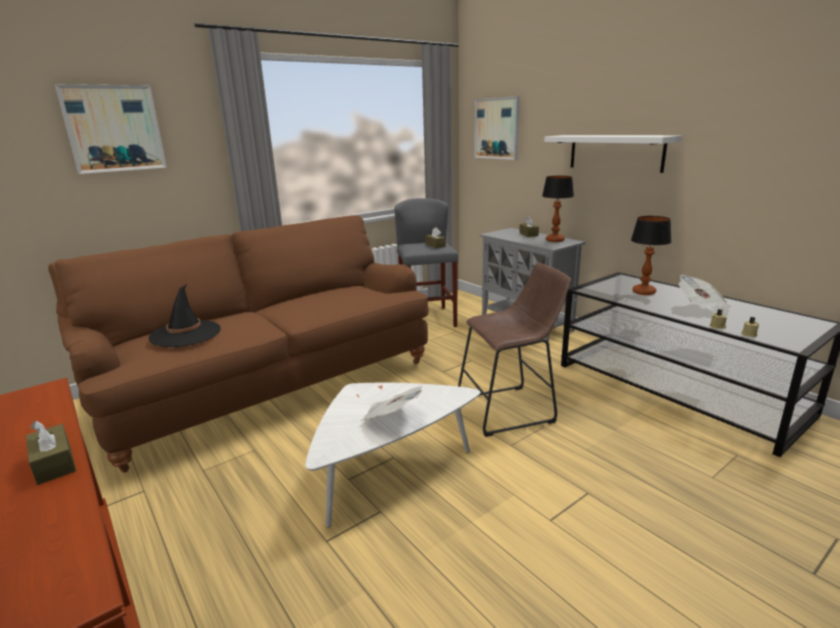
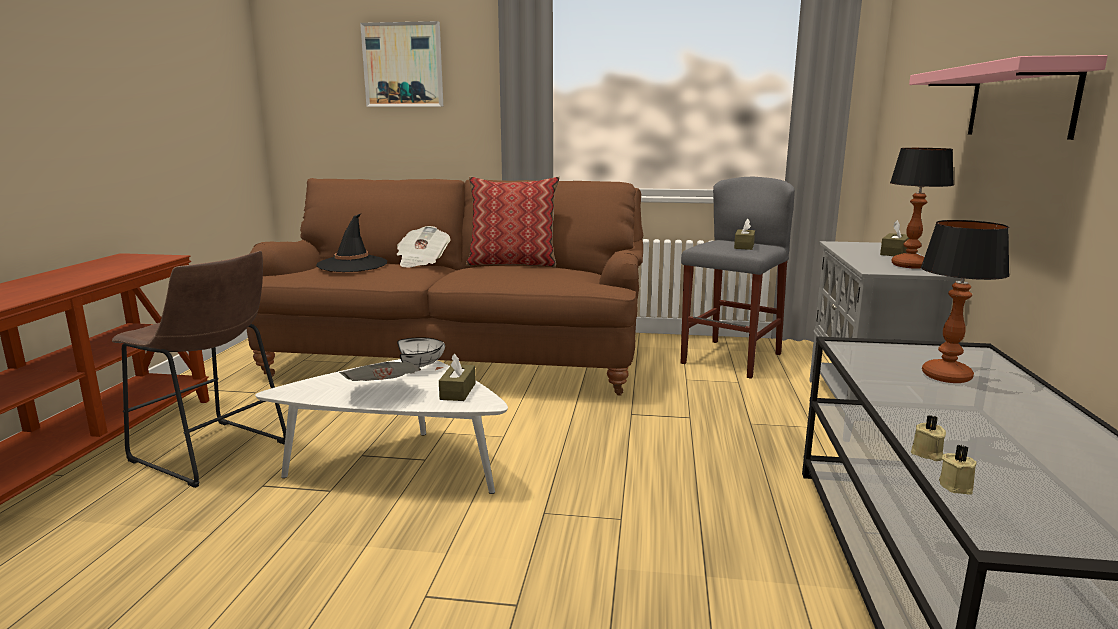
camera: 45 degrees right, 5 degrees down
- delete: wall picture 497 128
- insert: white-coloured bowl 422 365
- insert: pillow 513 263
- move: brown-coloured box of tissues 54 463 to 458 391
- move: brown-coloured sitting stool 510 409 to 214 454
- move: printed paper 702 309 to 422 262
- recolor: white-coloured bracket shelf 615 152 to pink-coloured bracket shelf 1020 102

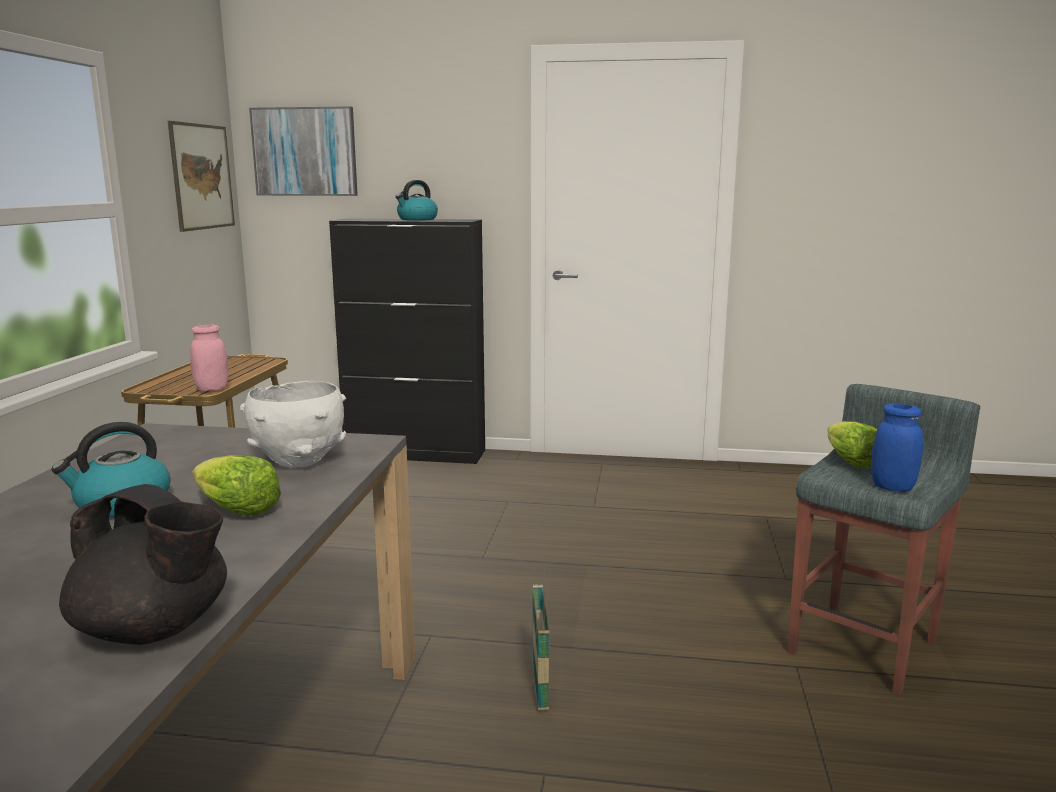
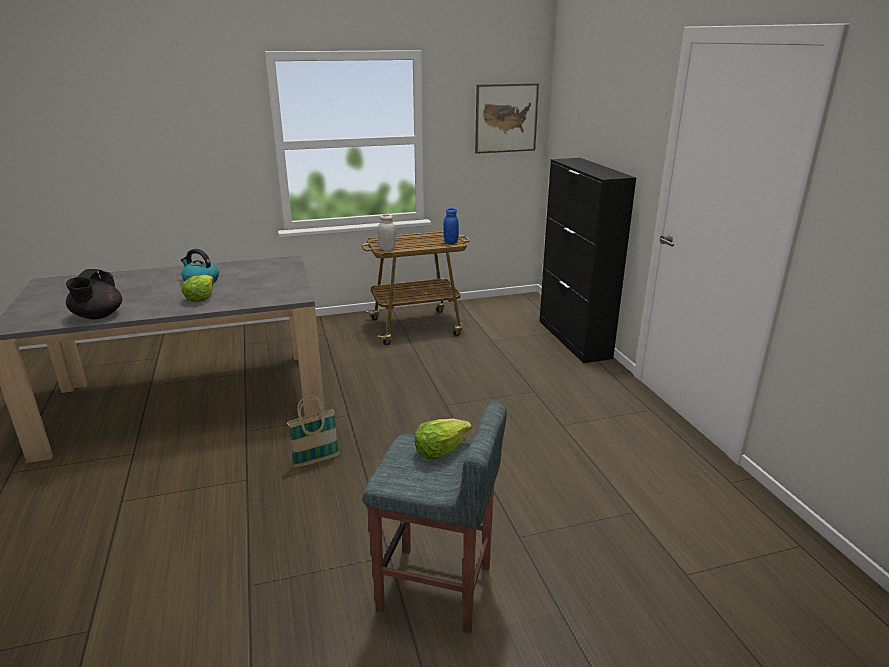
camera: 65 degrees right, 10 degrees up
- delete: white-coloured bowl 299 461
- delete: wall picture 305 152
- delete: water kettle 417 219
- move: blue-coloured storage jar 892 487 to 451 242
- recolor: pink-coloured storage jar 212 389 to white-coloured storage jar 387 249

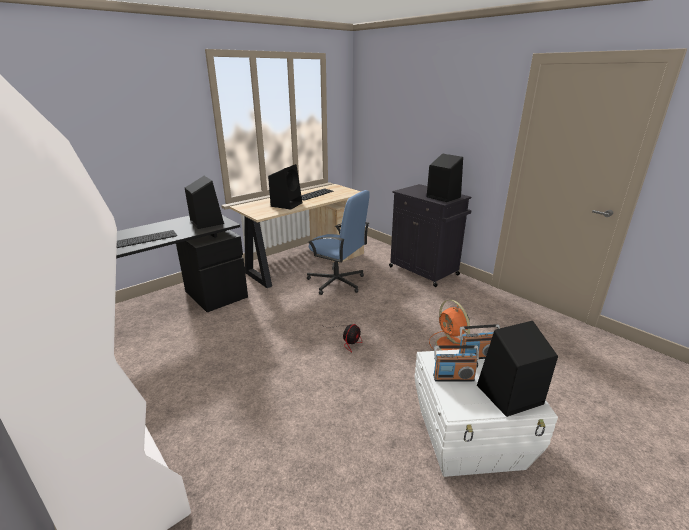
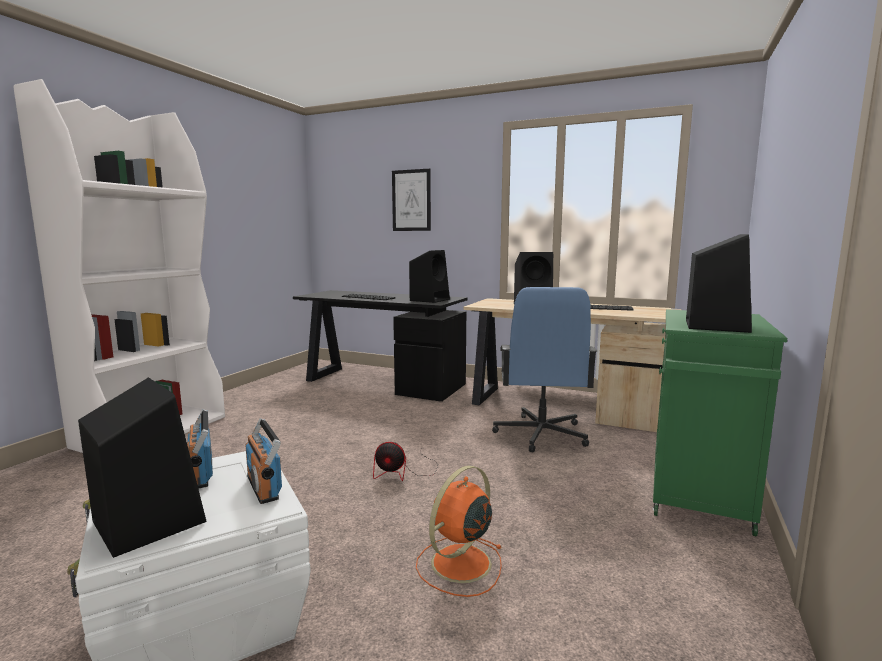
camera: 65 degrees right, 15 degrees down
- insert: wall picture 411 200
- recolor: black-coloured storage cabinet 424 271 to green-coloured storage cabinet 699 494

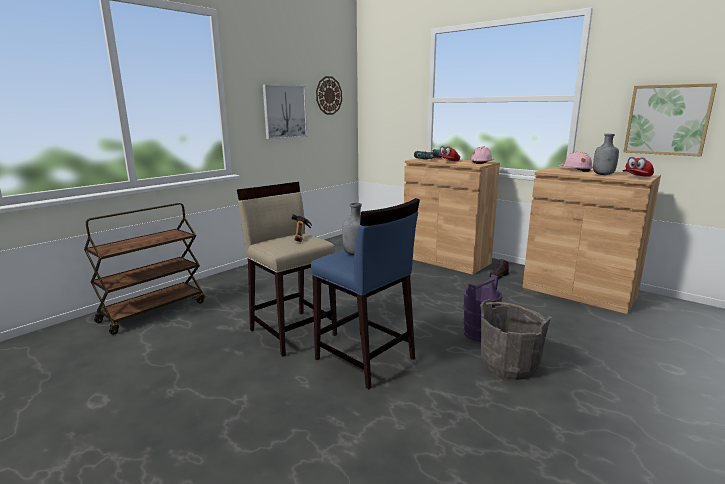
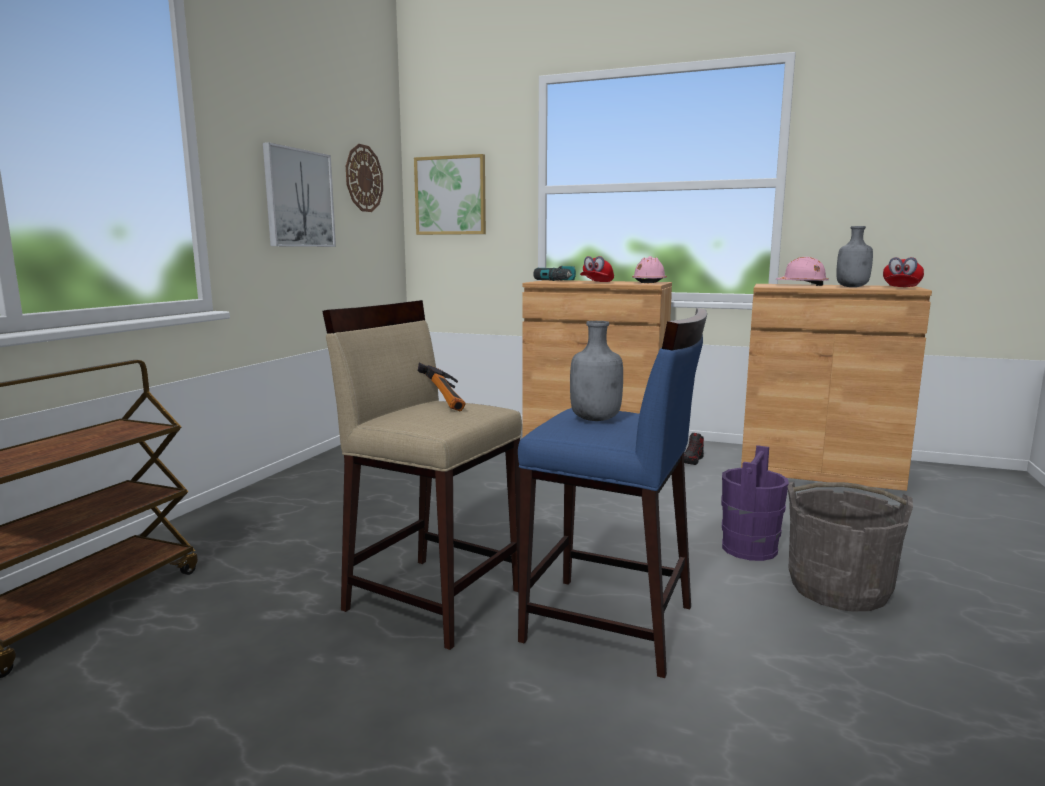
camera: 20 degrees left, 5 degrees down
- move: wall picture 667 120 to 450 195

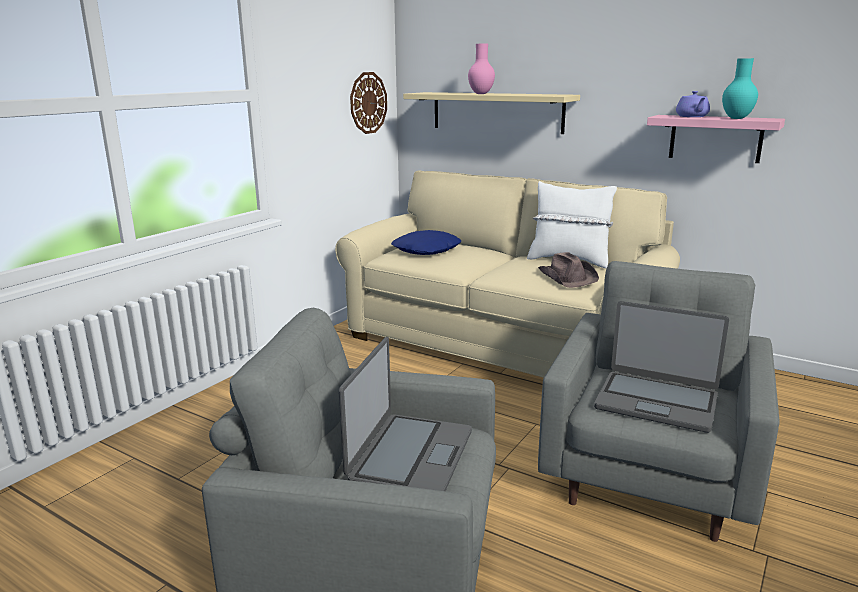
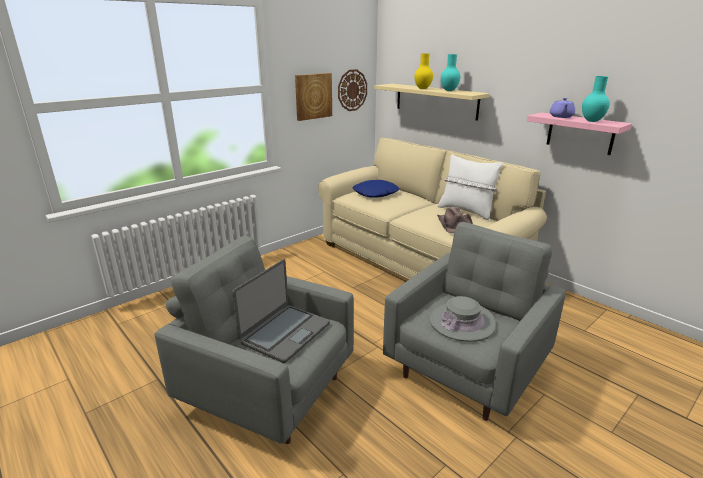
camera: 15 degrees right, 5 degrees up
- insert: wall picture 313 96
- insert: turquoise flower vase 449 90
- replace: notebook computer 656 401 to greyish clothing hat 462 322
- recolor: pink-coloured flower vase 481 94 to yellow flower vase 422 88

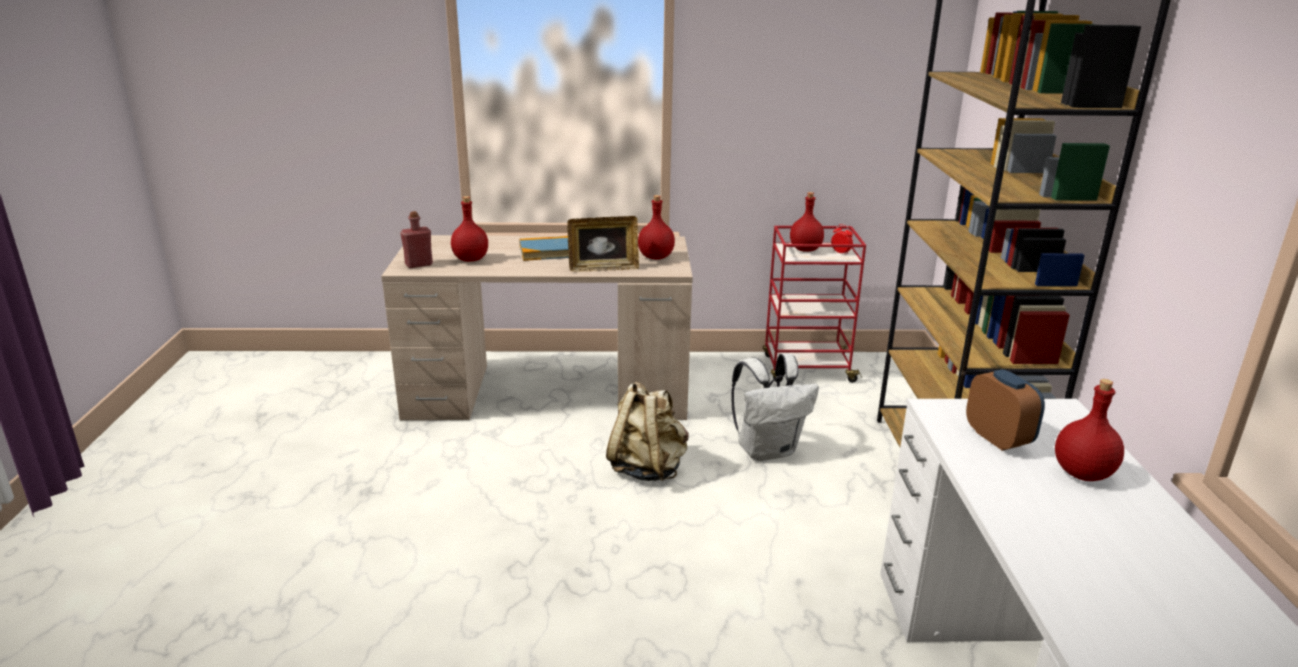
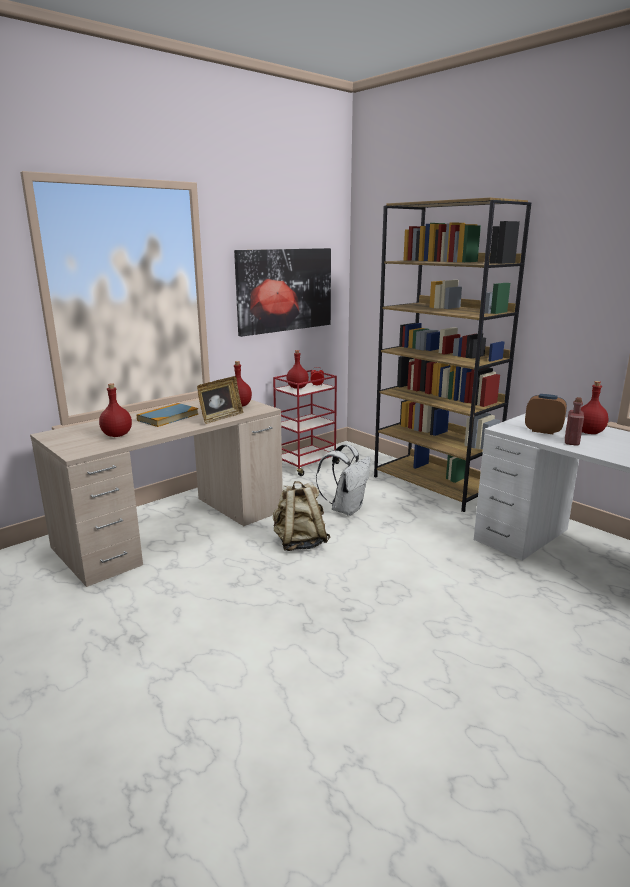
camera: 40 degrees left, 5 degrees down
- insert: wall picture 284 290
- move: reddish drink bottle 419 264 to 571 442

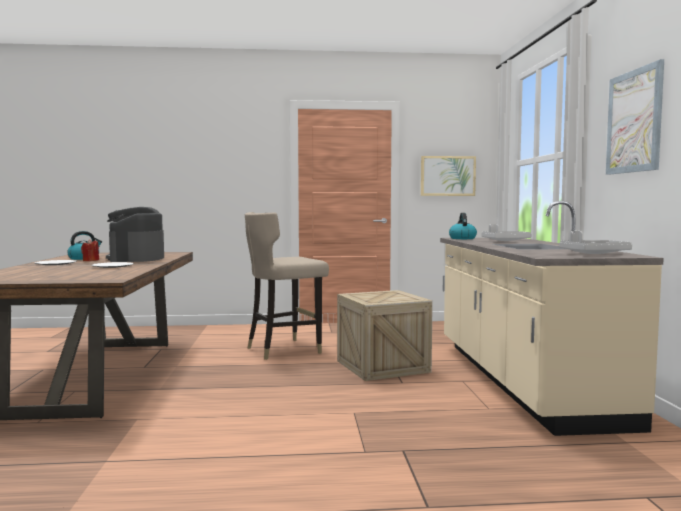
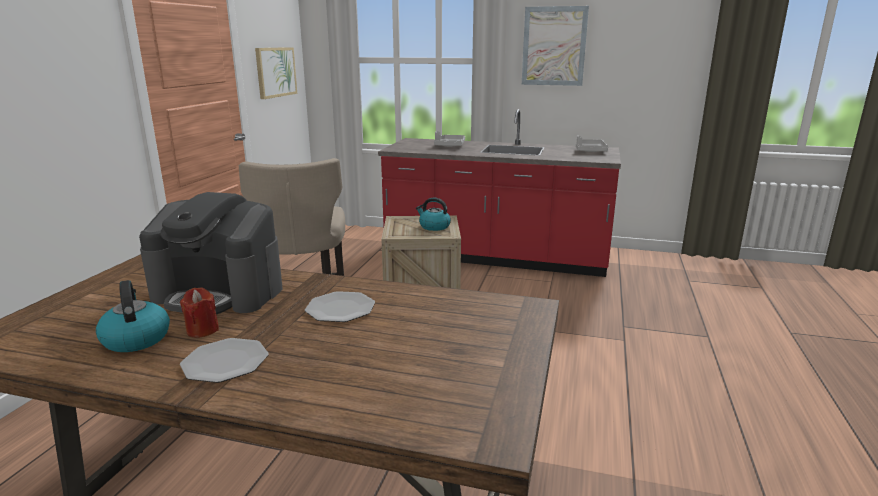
camera: 70 degrees left, 15 degrees up
- move: water kettle 462 238 to 434 226
- recolor: sand-coloured kitchen base unit 521 380 to reddish kitchen base unit 496 257

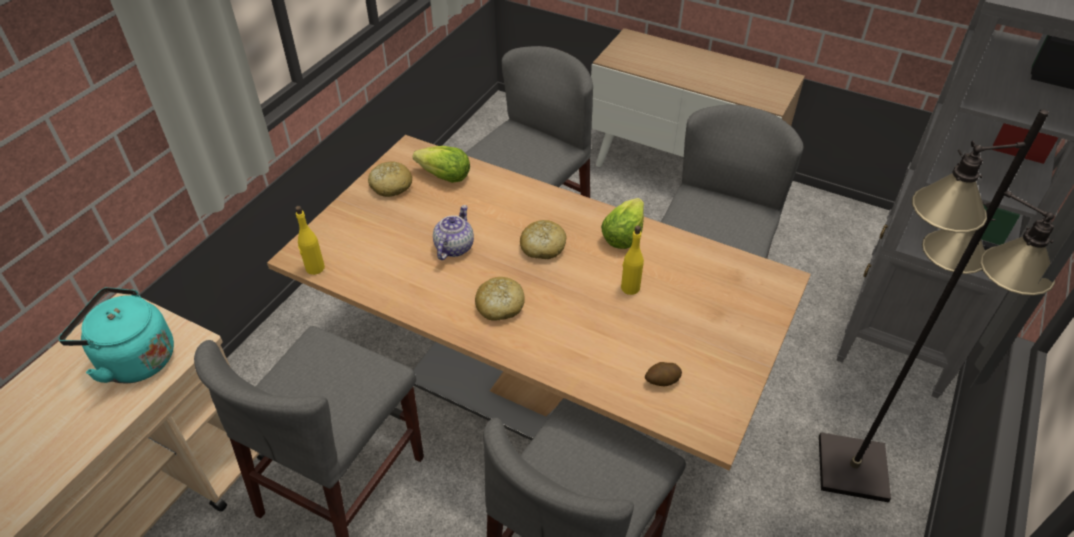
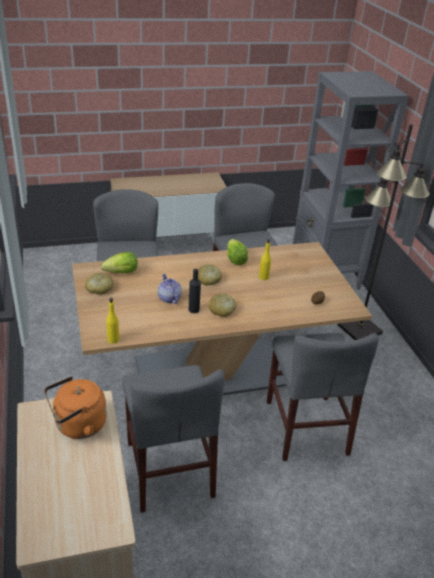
camera: 45 degrees left, 10 degrees down
- insert: black-coloured drink bottle 194 309
- recolor: turquoise water kettle 133 359 to orangey water kettle 78 425

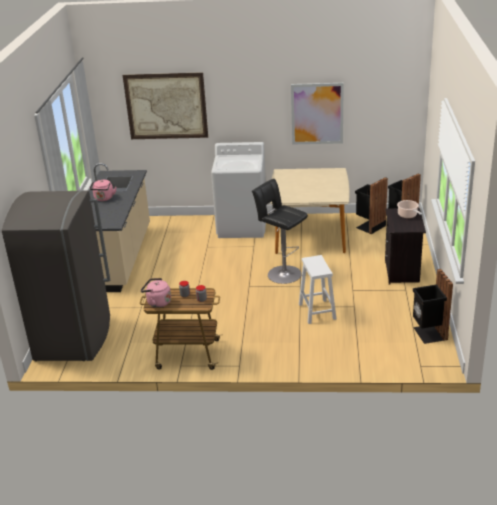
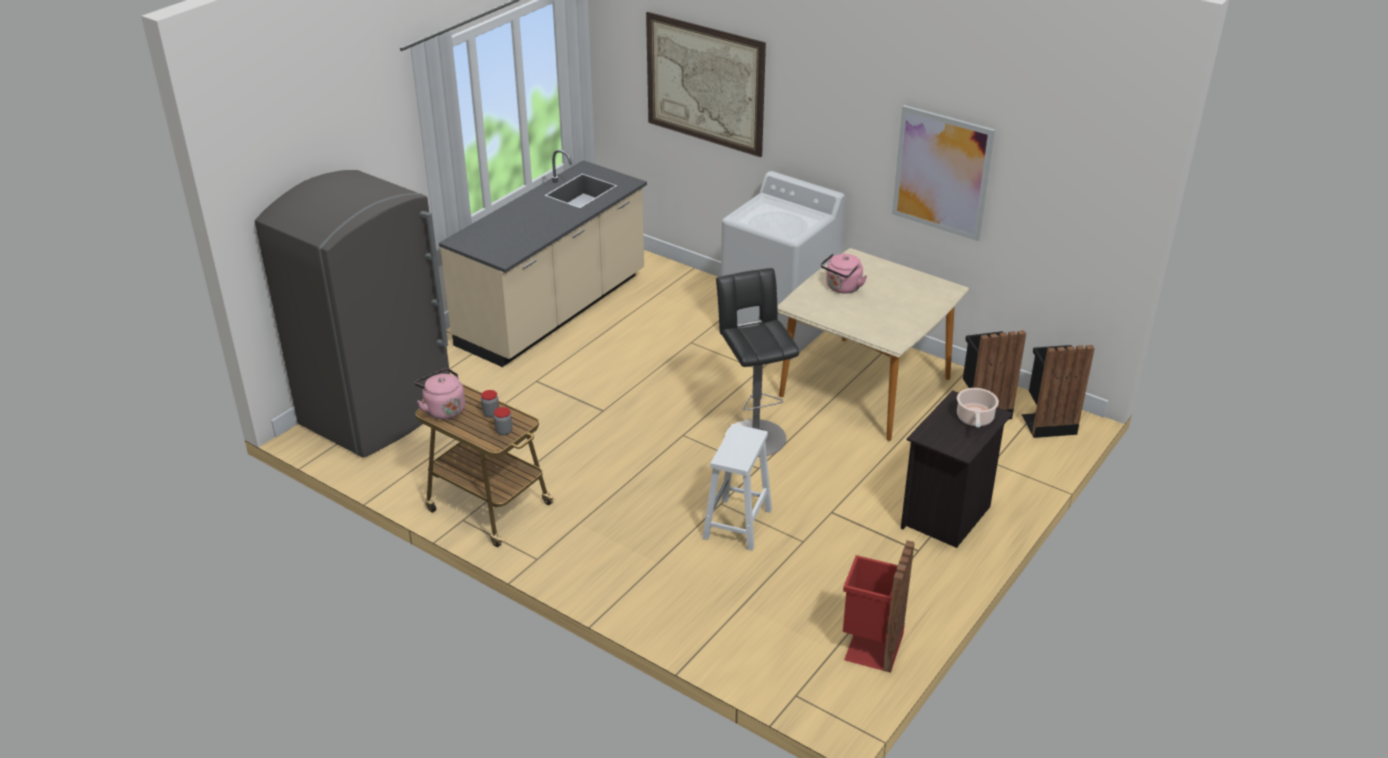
camera: 30 degrees right, 5 degrees up
- move: pink-coloured water kettle 104 198 to 842 288
- recolor: black-coloured trash can 428 334 to reddish trash can 870 646

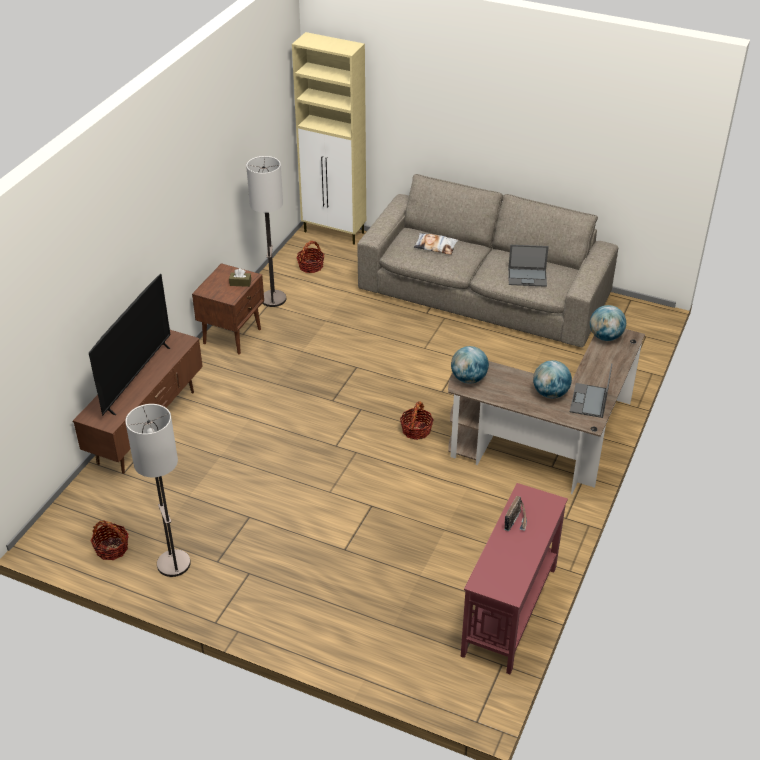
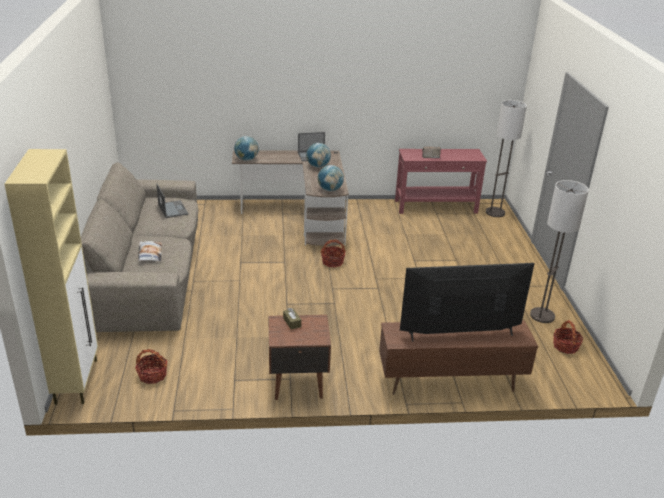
camera: 120 degrees left, 10 degrees down
- move: standard lamp 273 299 to 495 213

